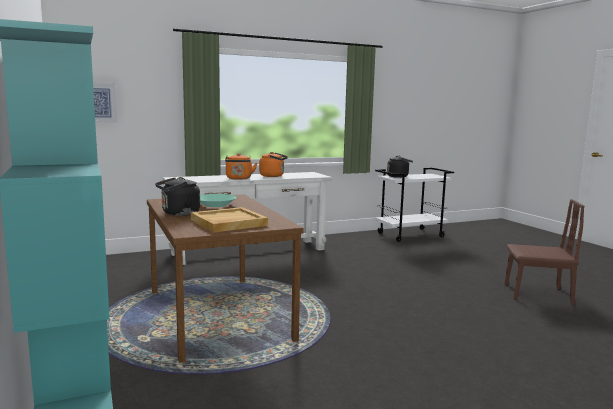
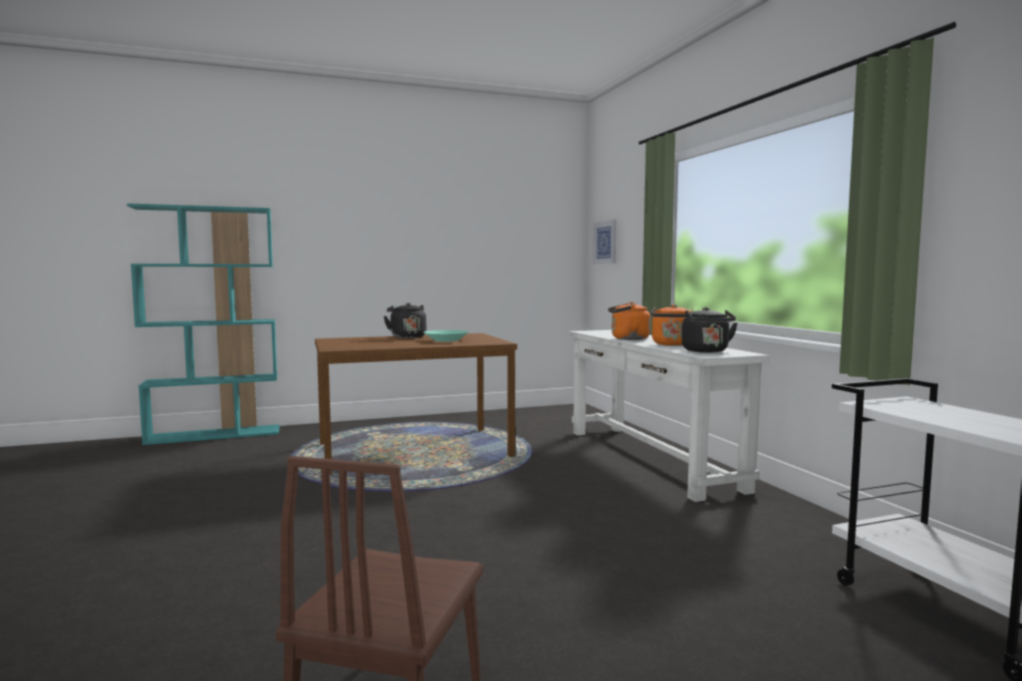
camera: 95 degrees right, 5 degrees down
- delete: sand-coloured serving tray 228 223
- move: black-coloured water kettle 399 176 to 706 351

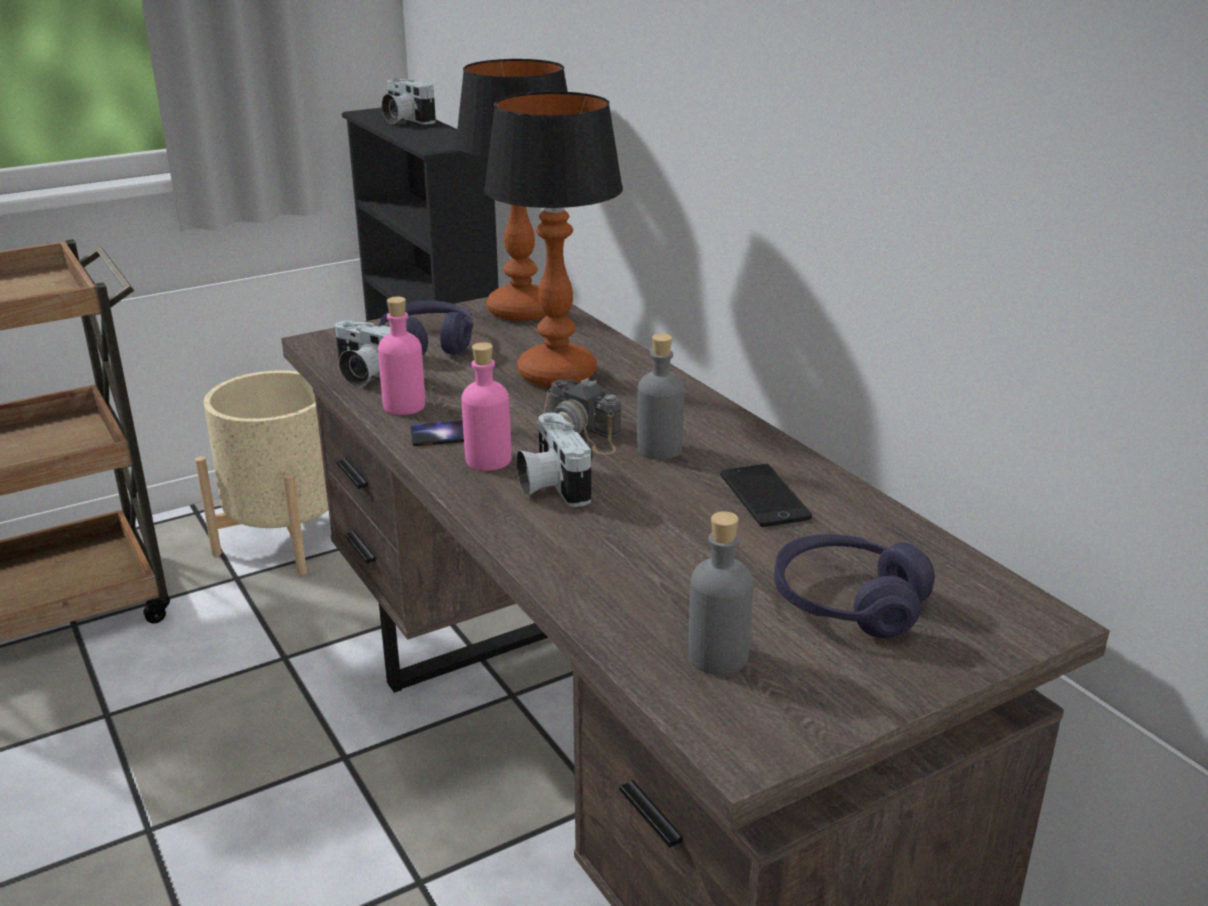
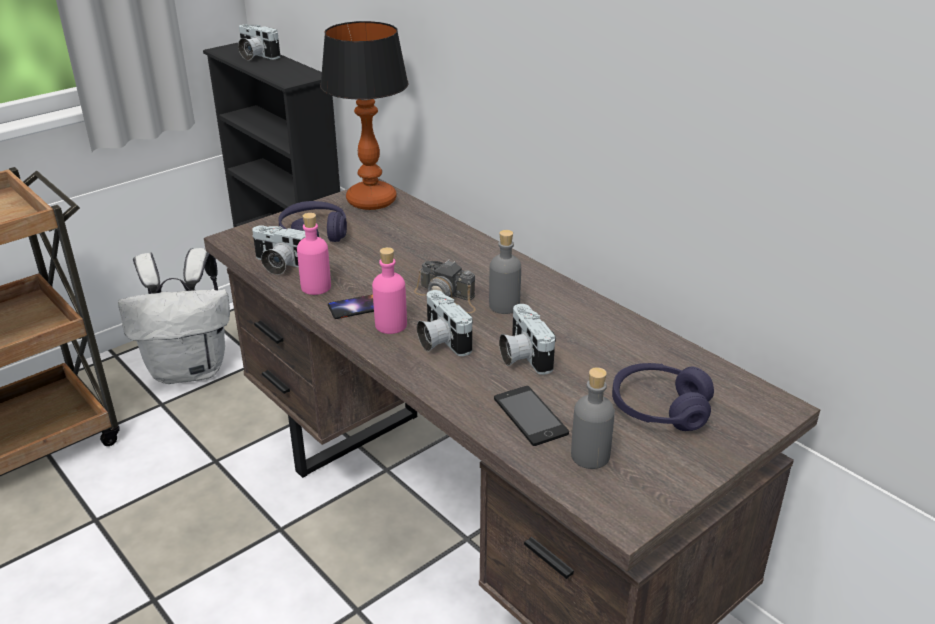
camera: 10 degrees left, 5 degrees up
- delete: lamp for a table 559 374
- insert: photo camera 522 356
- move: phone 764 496 to 530 416
- replace: sand-coloured flower pot 287 538 to white-coloured rucksack 191 369

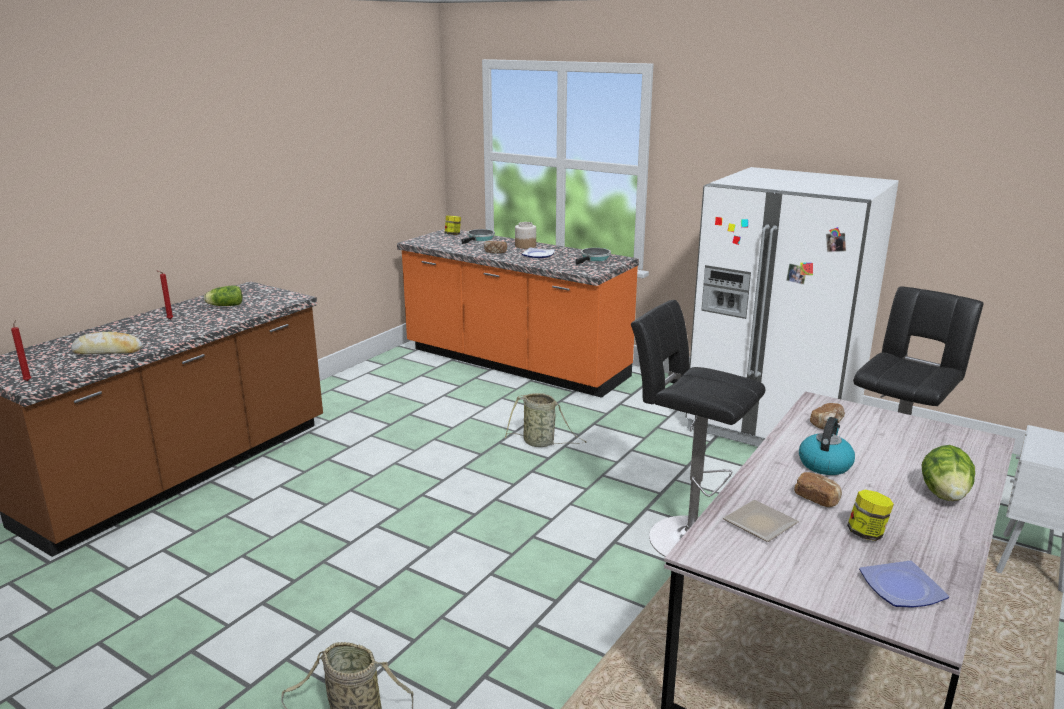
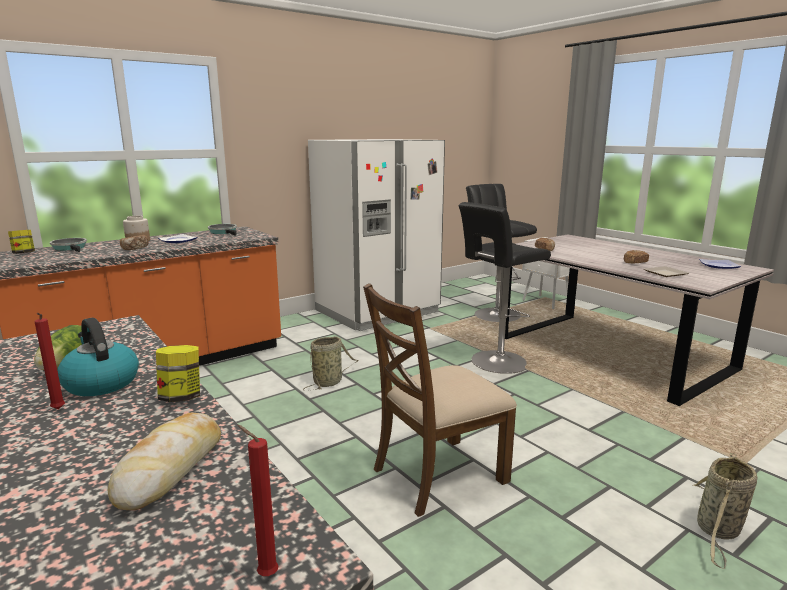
camera: 70 degrees left, 5 degrees down
- delete: lettuce 944 495
- insert: brown-coloured upright chair 437 474
- move: water kettle 824 464 to 100 383
- move: storage jar 866 534 to 181 397

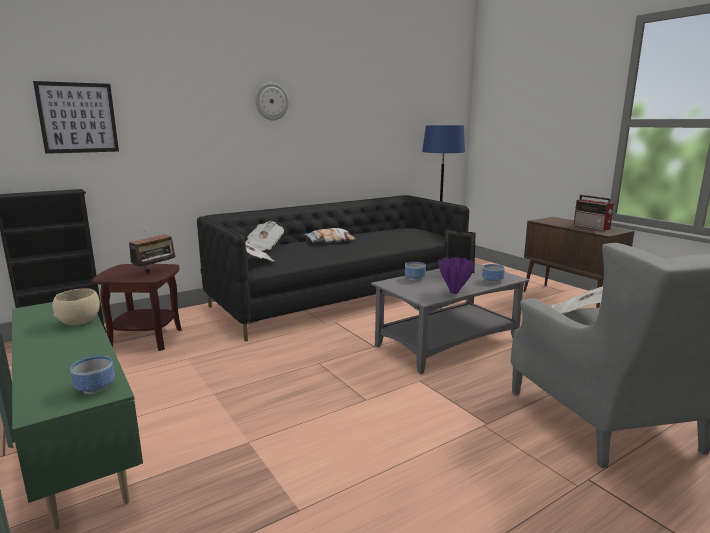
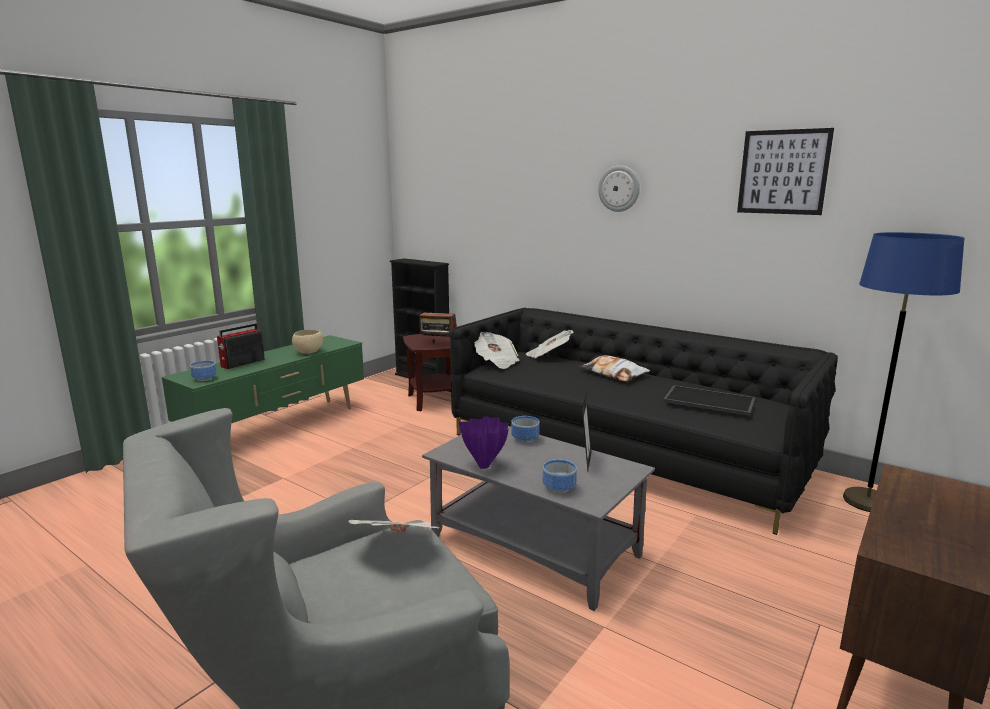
camera: 70 degrees right, 0 degrees up
- insert: serving tray 708 401
- move: wall picture 78 118 to 783 172
- move: radio 592 227 to 242 363

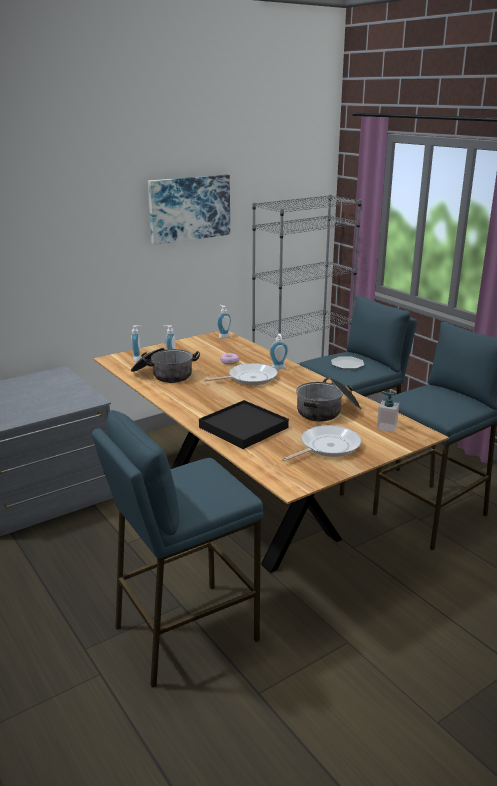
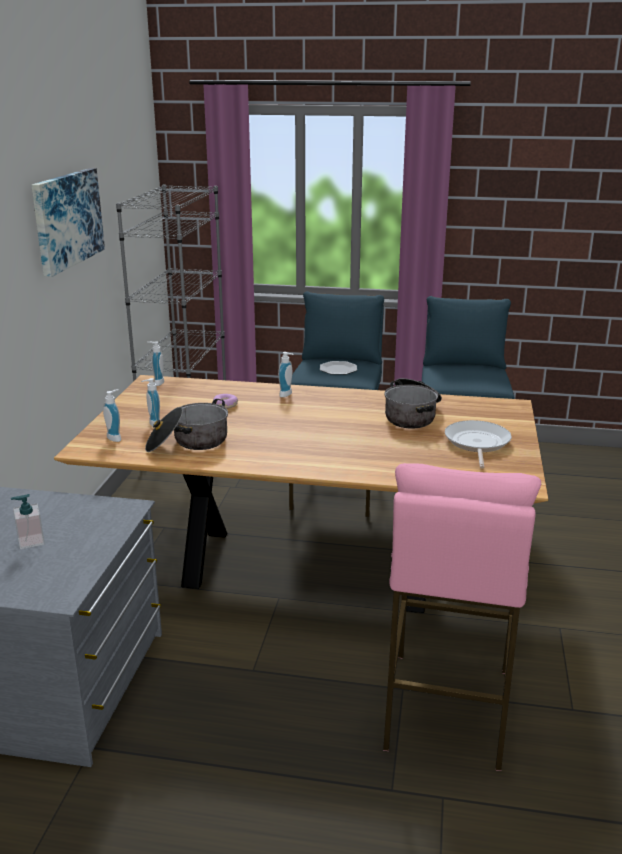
camera: 45 degrees left, 0 degrees up
- delete: black-coloured serving tray 244 427
- delete: skillet 249 378
- move: soap dispenser 386 427 to 30 541
- recolor: blue-coloured sitting stool 184 632 to pink-coloured sitting stool 446 708

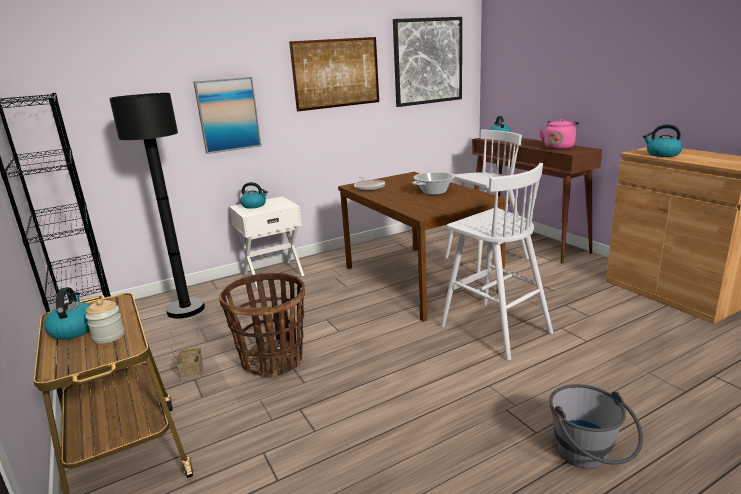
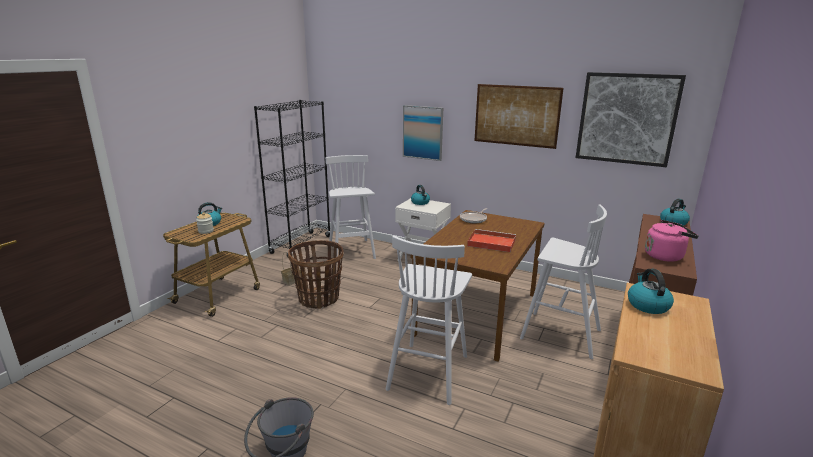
camera: 55 degrees right, 0 degrees up
- replace: black-coloured standard lamp 186 309 to white-coloured sitting stool 352 251
- replace: saucepot 434 192 to reddish serving tray 490 242

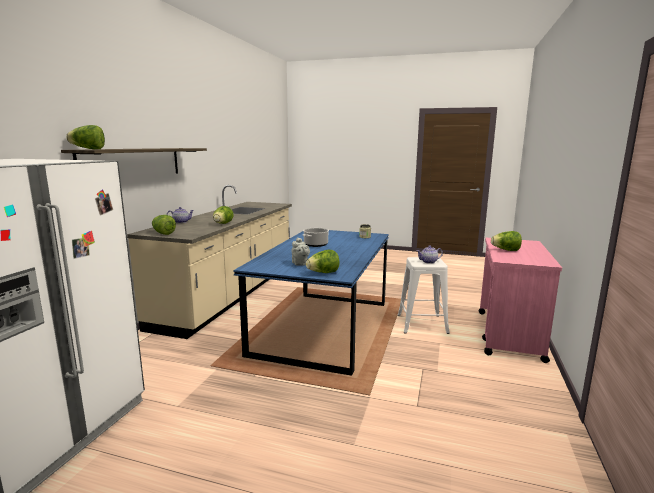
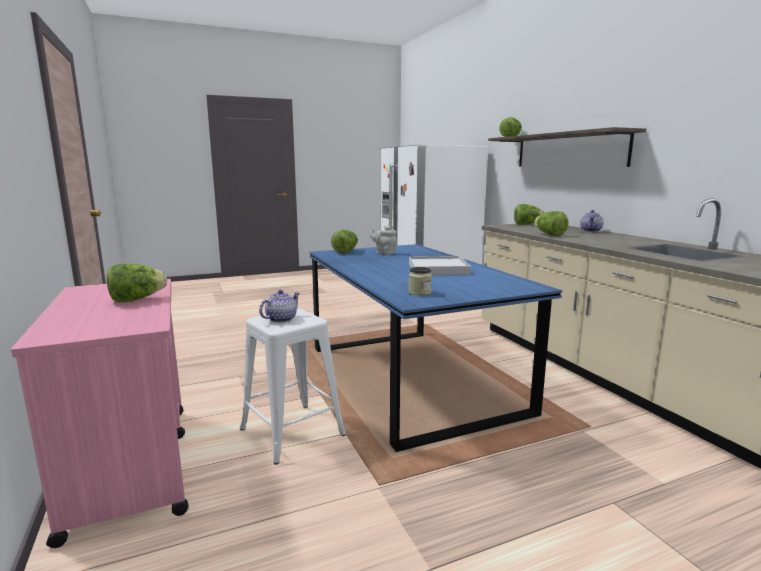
camera: 140 degrees right, 0 degrees up
- replace: saucepot 316 244 to white-coloured serving tray 438 269

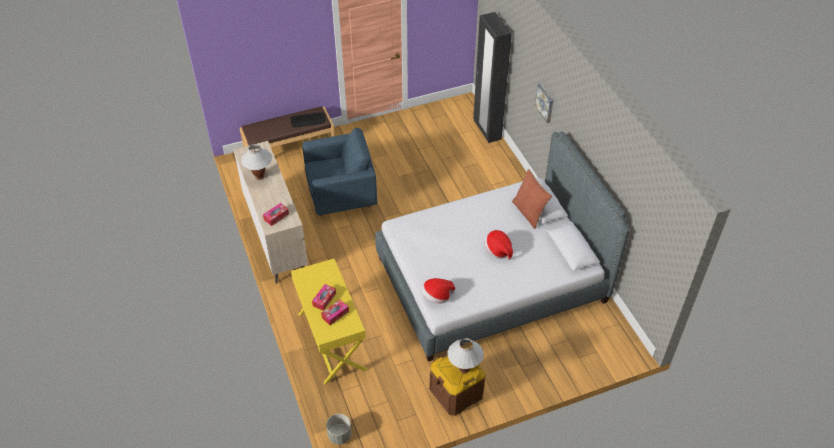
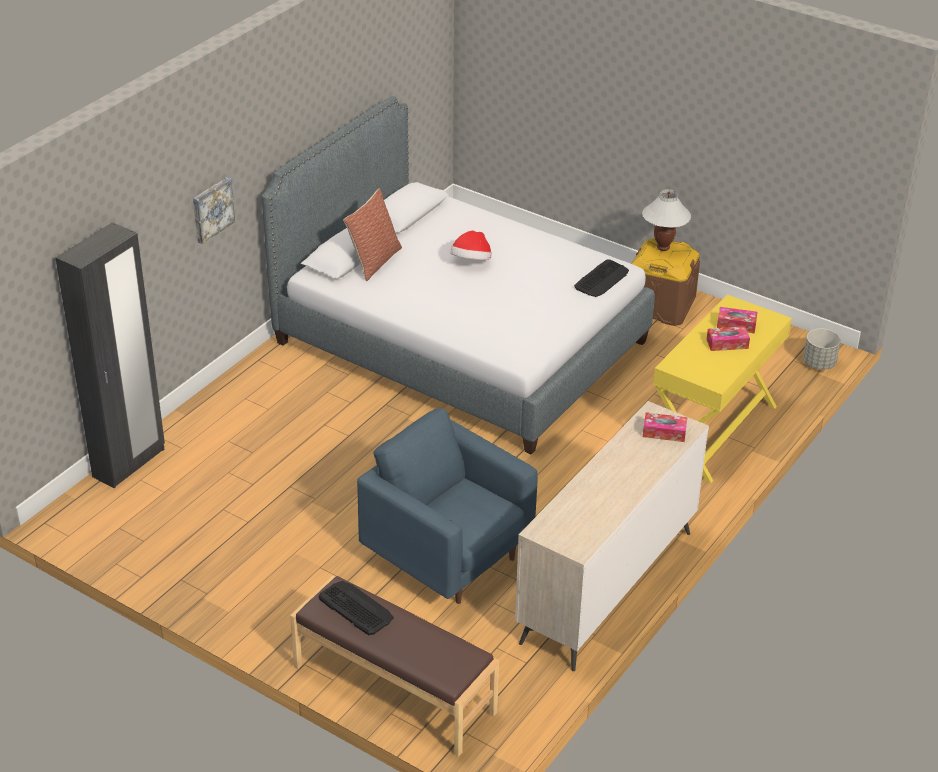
camera: 125 degrees left, 10 degrees down
- delete: white-coloured lamp for a table 259 177
- replace: clothing hat 436 296 to PC keyboard 602 279

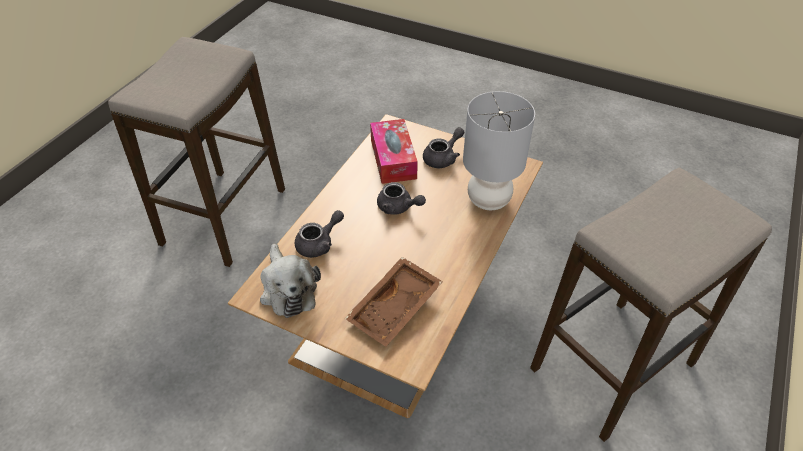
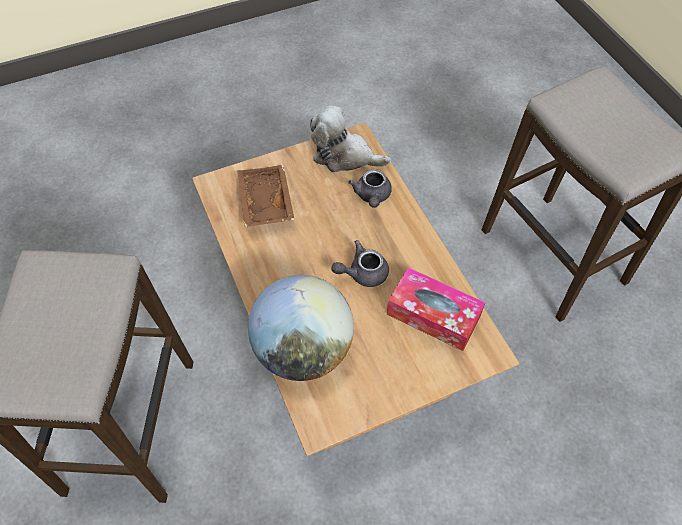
camera: 130 degrees right, 10 degrees up
- delete: greyish teapot 443 158
- replace: greyish lamp for a table 488 201 to world globe 303 350

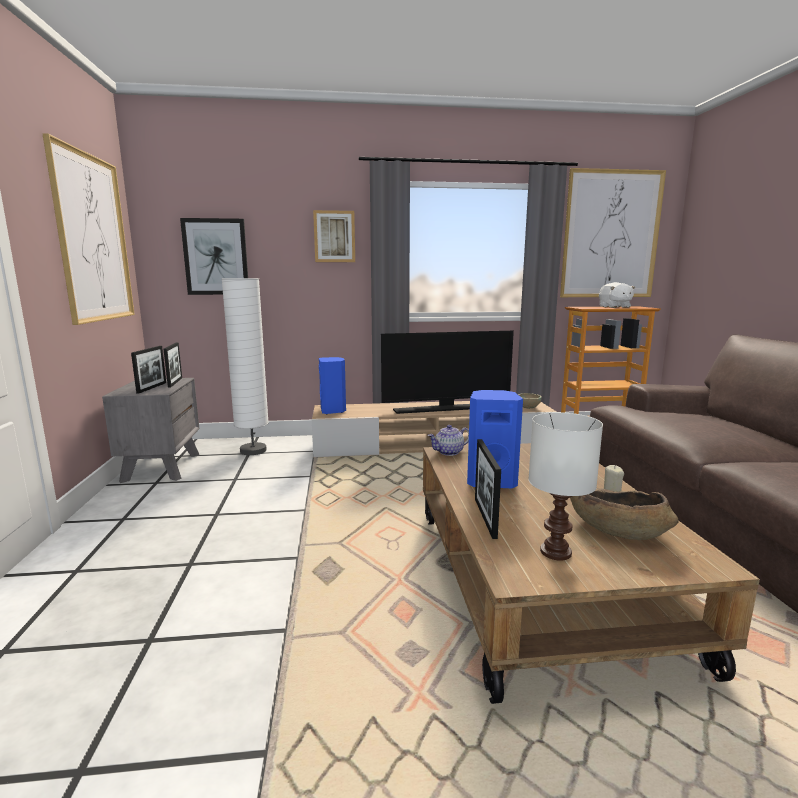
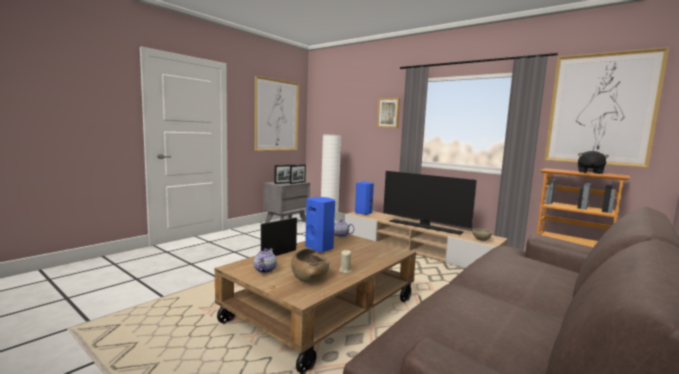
camera: 45 degrees right, 5 degrees down
- delete: wall picture 216 257
- replace: white-coloured lamp for a table 556 553 to teapot 264 270
- recolor: white-coloured plush toy 614 307 to black-coloured plush toy 589 172

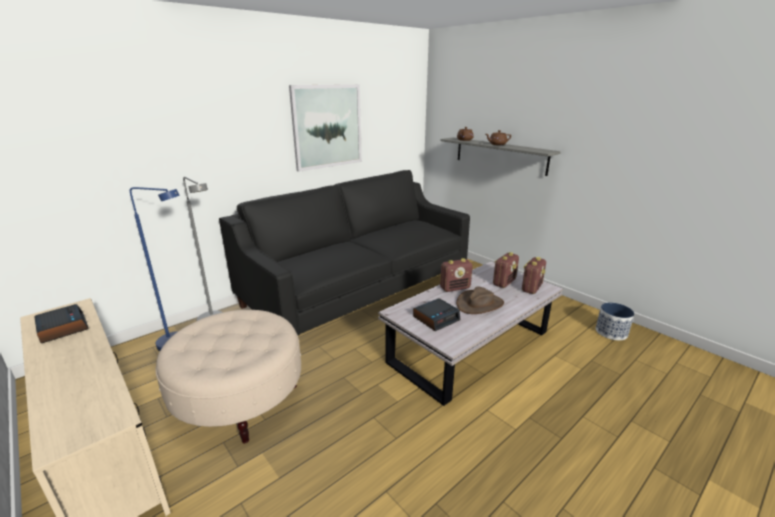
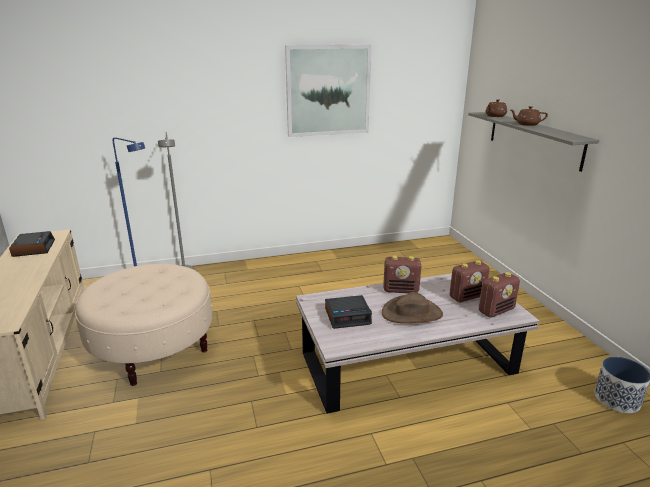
camera: 25 degrees right, 0 degrees up
- delete: black-coloured couch 358 290

